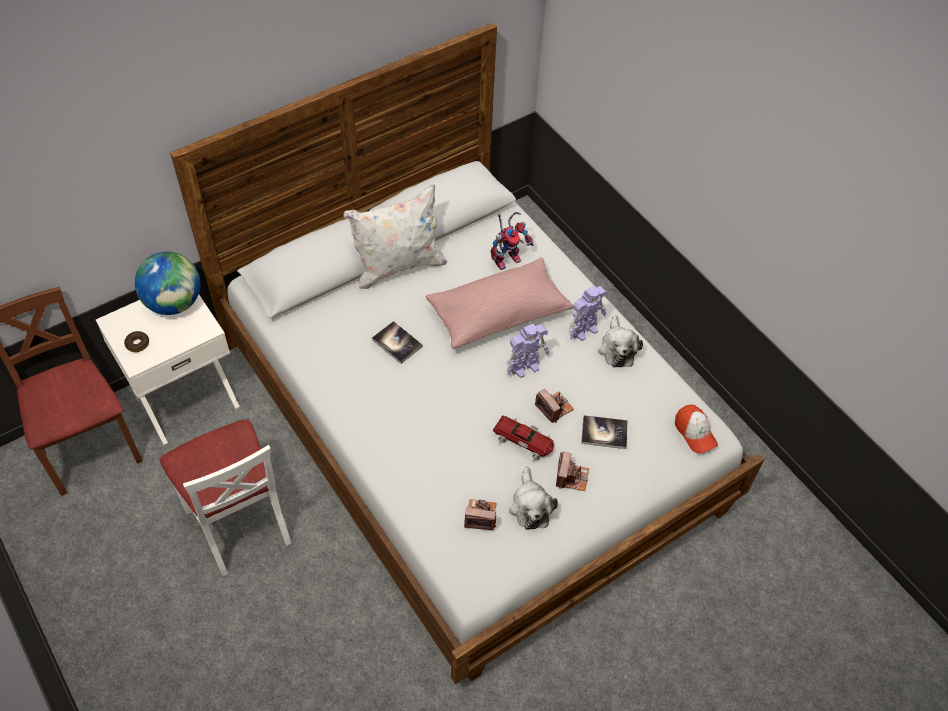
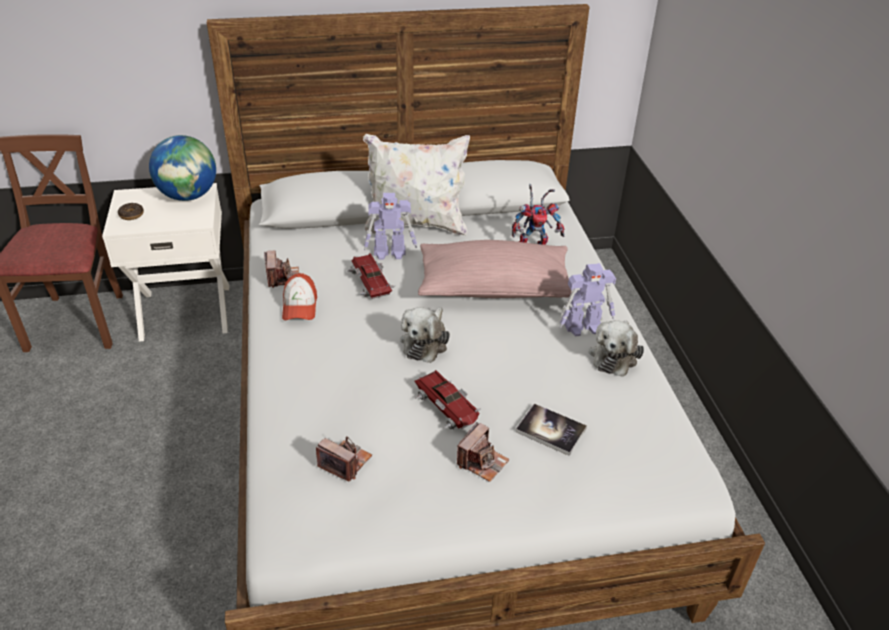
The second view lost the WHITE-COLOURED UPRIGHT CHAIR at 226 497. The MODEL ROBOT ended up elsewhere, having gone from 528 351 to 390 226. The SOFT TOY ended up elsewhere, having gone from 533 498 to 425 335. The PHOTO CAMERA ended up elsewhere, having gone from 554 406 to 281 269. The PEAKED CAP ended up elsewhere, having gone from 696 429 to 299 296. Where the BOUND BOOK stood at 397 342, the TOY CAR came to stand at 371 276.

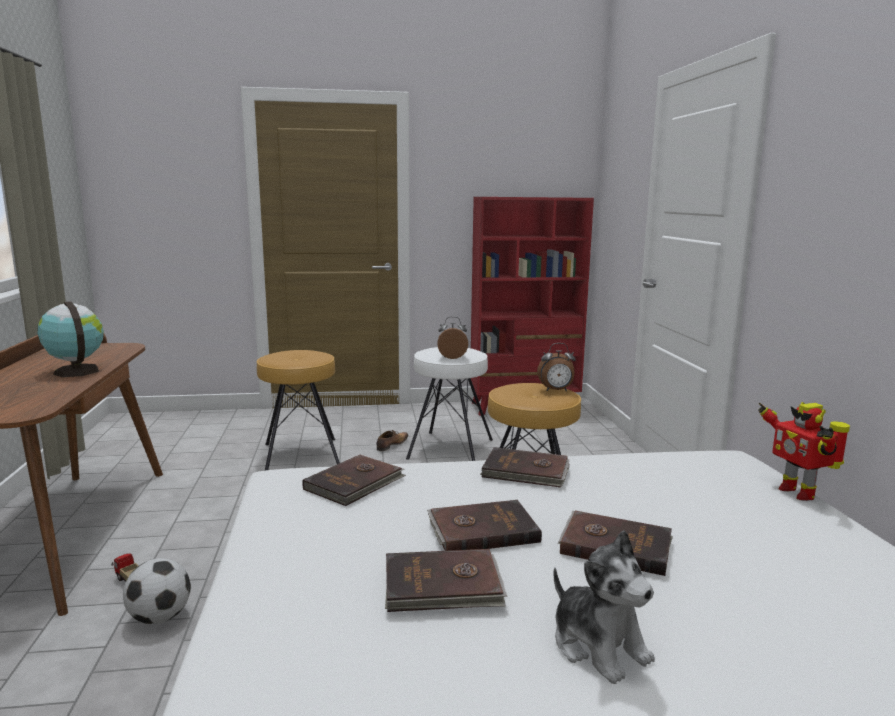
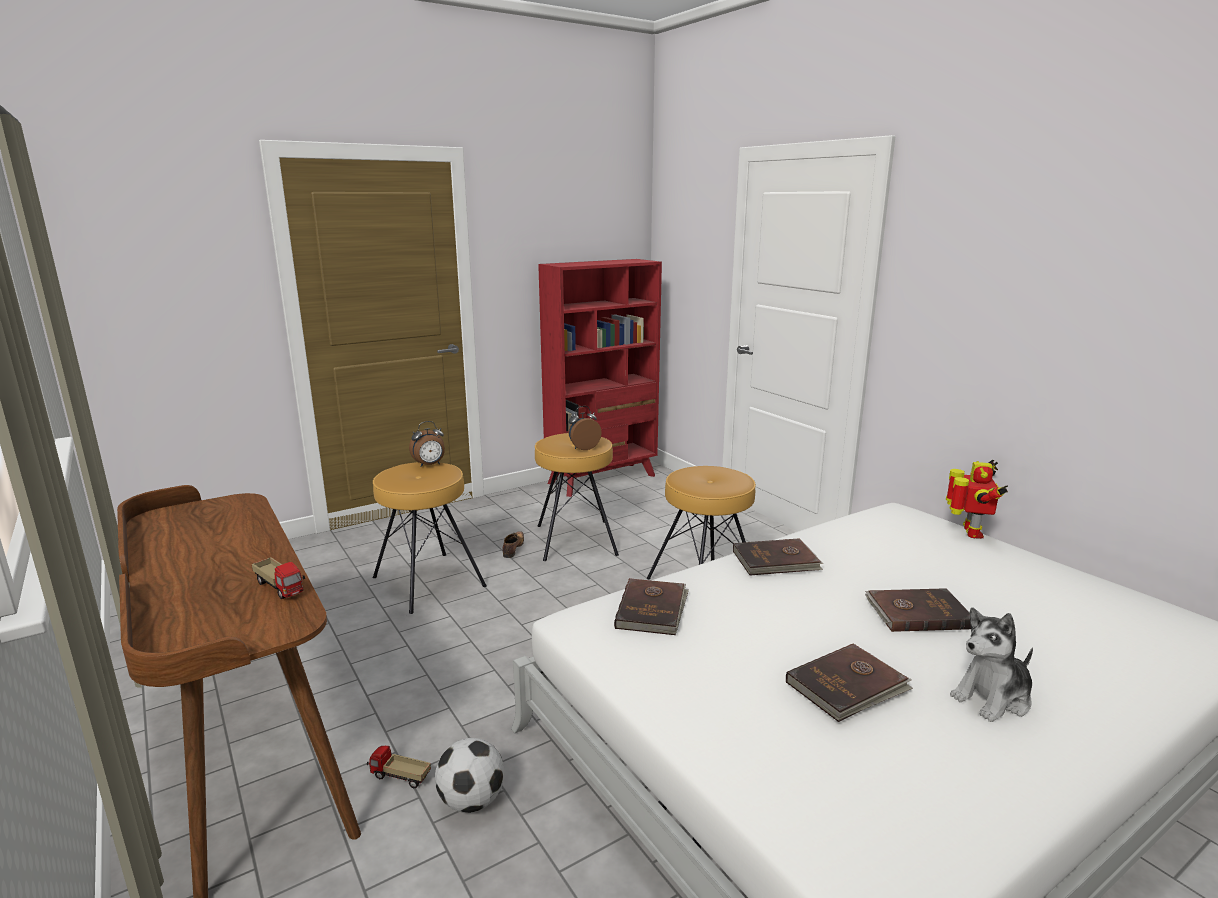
The second view lost the DESK GLOBE at 70 339. The second view lost the BROWN-COLOURED BOUND BOOK at 484 525. The second view gained the TOY TRUCK at 278 578. The TABLE CLOCK ended up elsewhere, having gone from 556 367 to 427 444. What was the WHITE-COLOURED STOOL at 449 404 turned into the BROWN-COLOURED STOOL at 577 497. The SOFT TOY at 604 607 ended up facing another way, 120 degrees clockwise from before. The MODEL ROBOT at 804 451 ended up facing another way, 120 degrees counterclockwise from before.

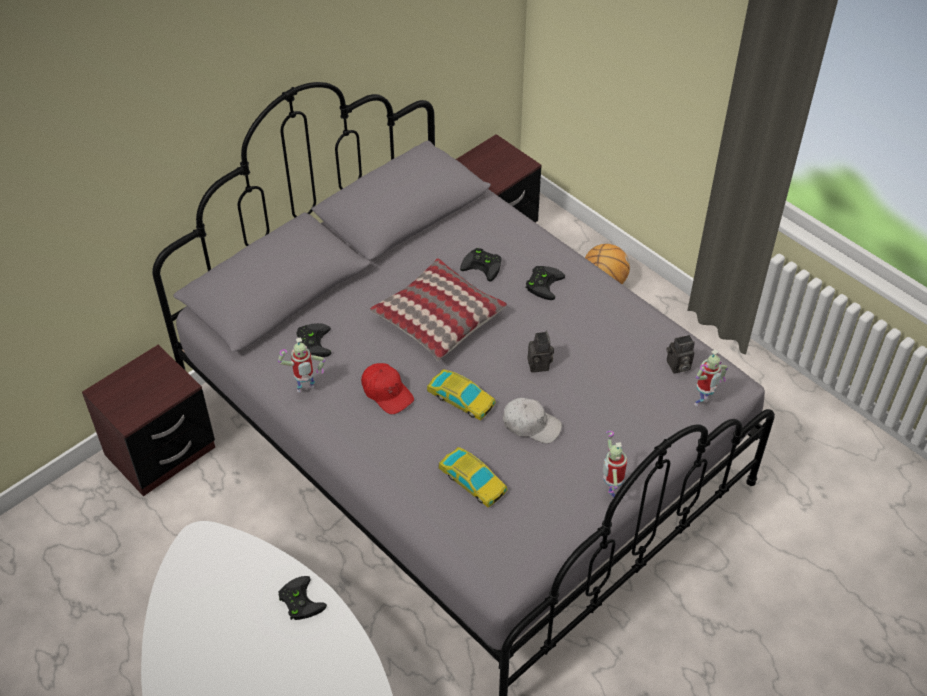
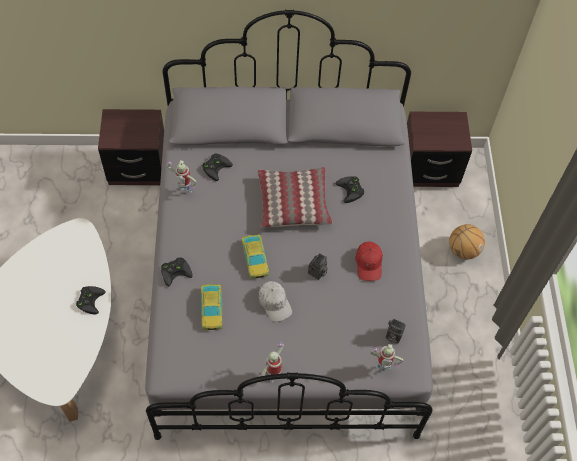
The RED PEAKED CAP ended up elsewhere, having gone from 387 388 to 369 261. The BLACK GAMEPAD ended up elsewhere, having gone from 545 283 to 177 272.

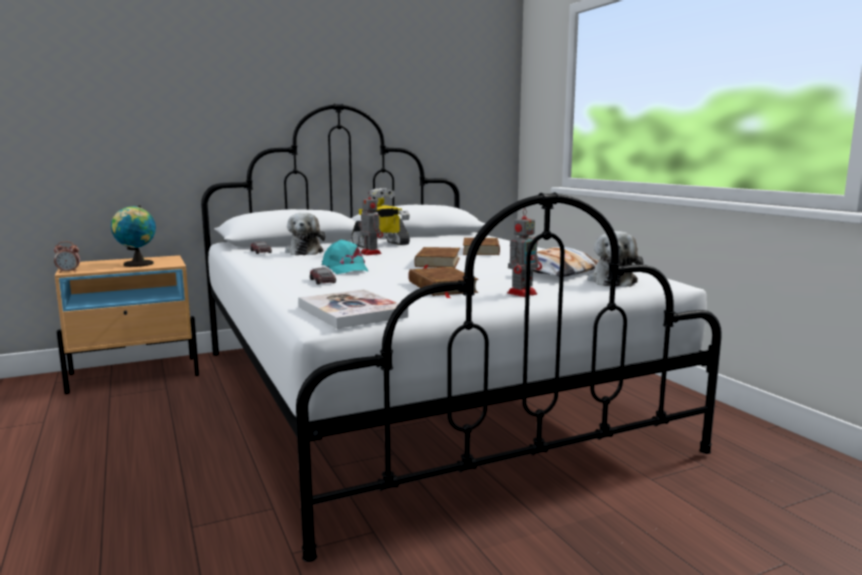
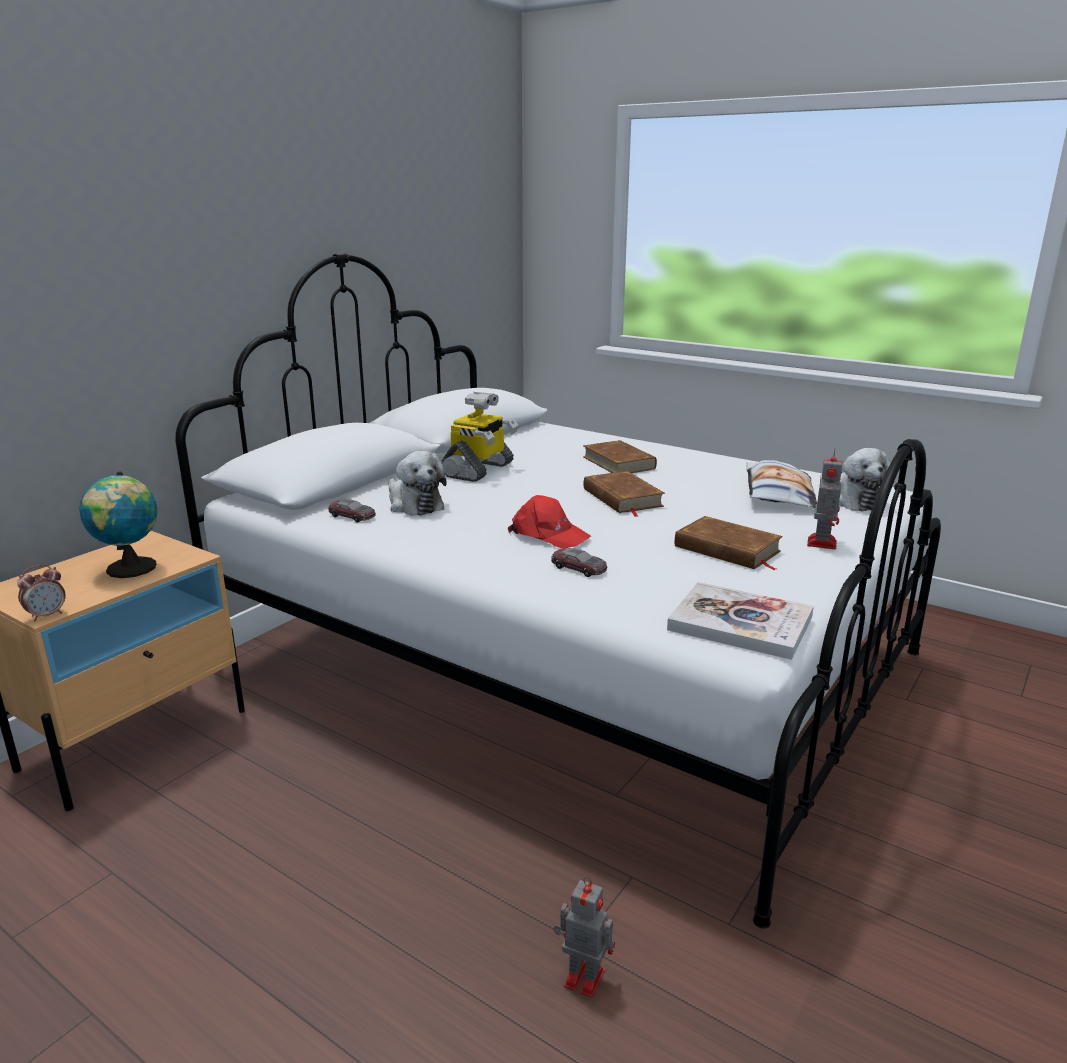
The MODEL ROBOT ended up elsewhere, having gone from 371 223 to 584 937. What was the TURQUOISE-COLOURED PEAKED CAP at 345 256 turned into the RED PEAKED CAP at 549 522.

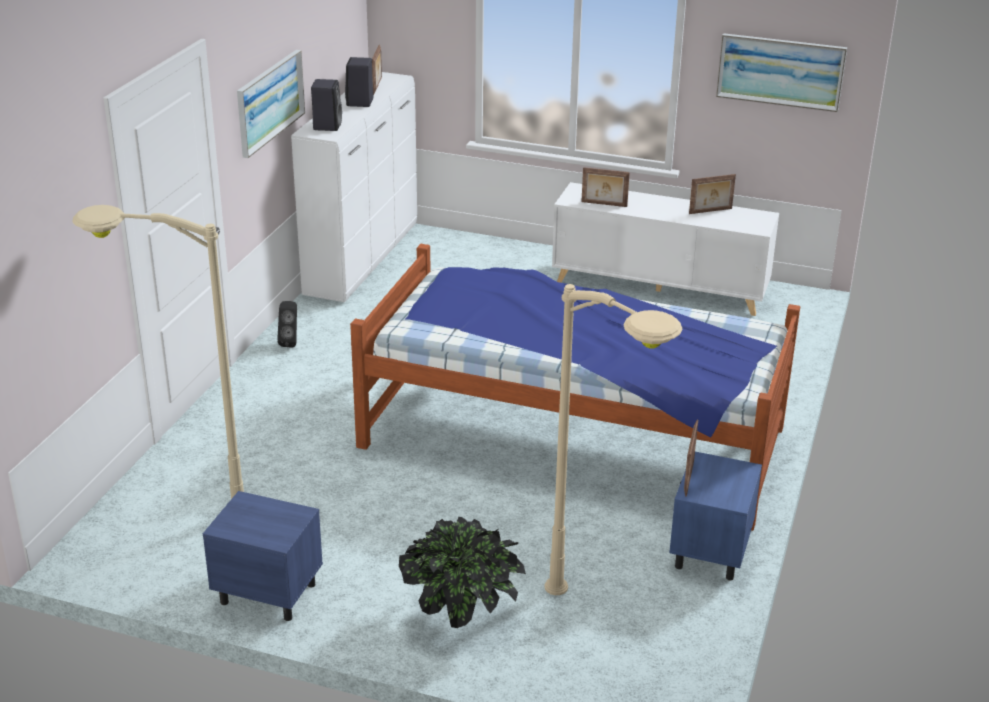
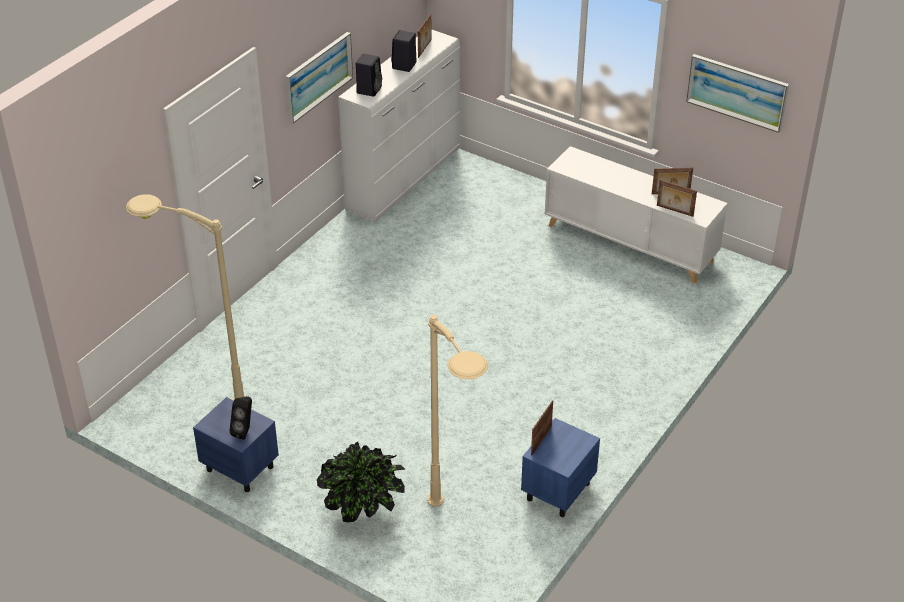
The second view lost the BED at 575 387. The BLACK AUDIO SPEAKER ended up elsewhere, having gone from 287 324 to 241 418. The STANDING FRAME ended up elsewhere, having gone from 605 187 to 677 198.

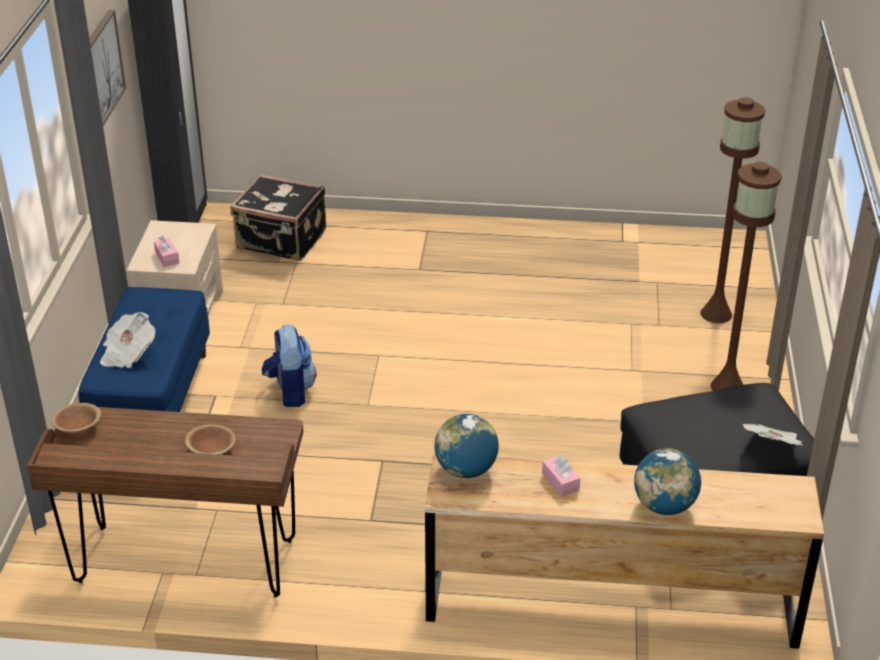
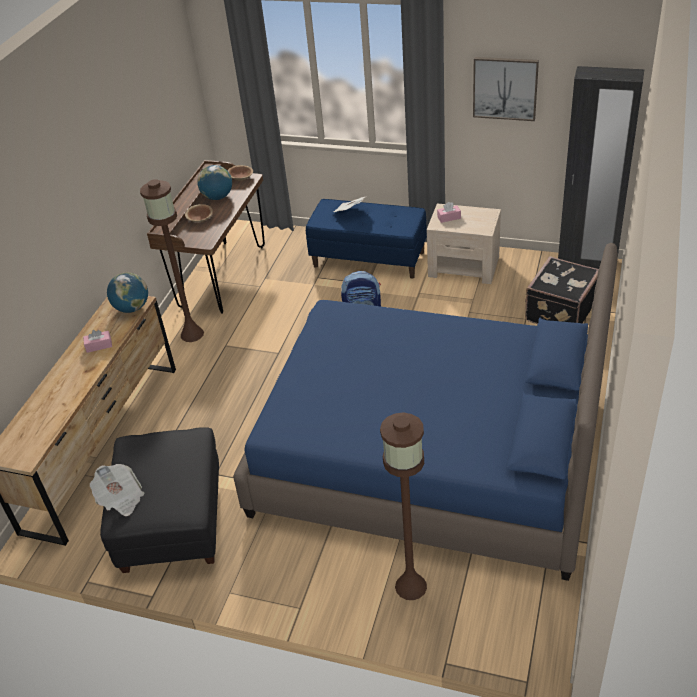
The second view gained the BLUE BED at 425 412. The DESK GLOBE ended up elsewhere, having gone from 667 482 to 214 182. The BROWN-COLOURED STANDING LAMP ended up elsewhere, having gone from 746 276 to 172 260.

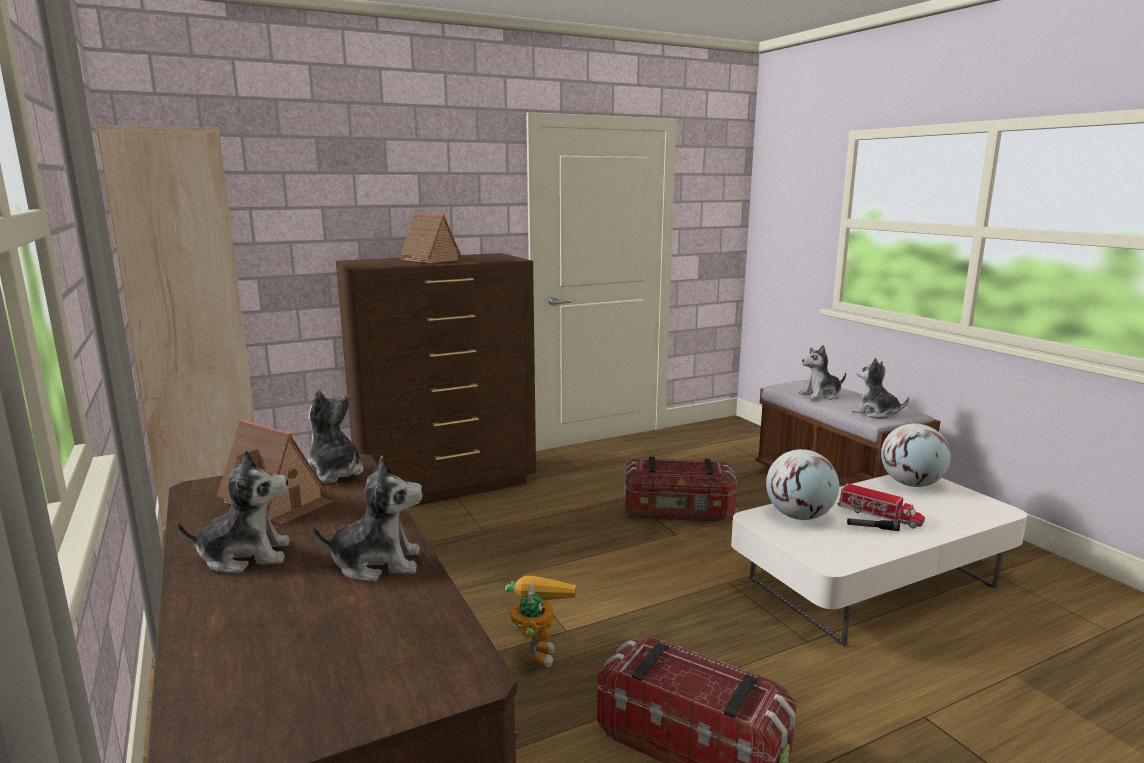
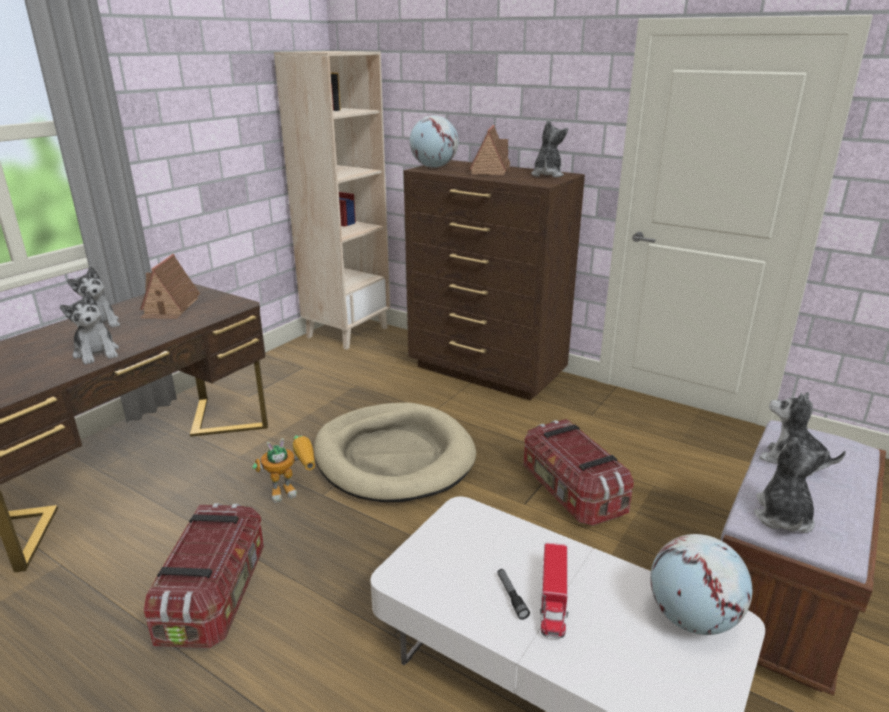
The second view gained the BEIGE-COLOURED PET BED at 395 452. The SOFT TOY ended up elsewhere, having gone from 336 437 to 549 149. The DESK GLOBE ended up elsewhere, having gone from 802 484 to 434 141.

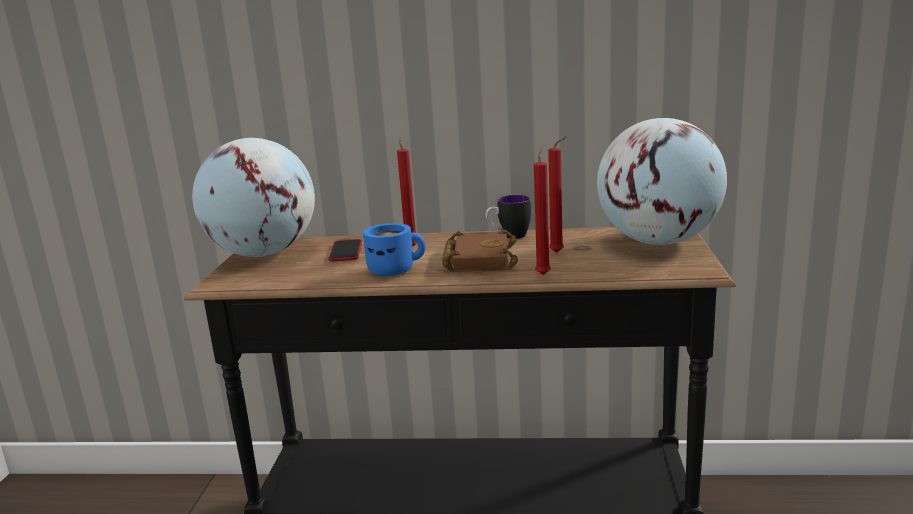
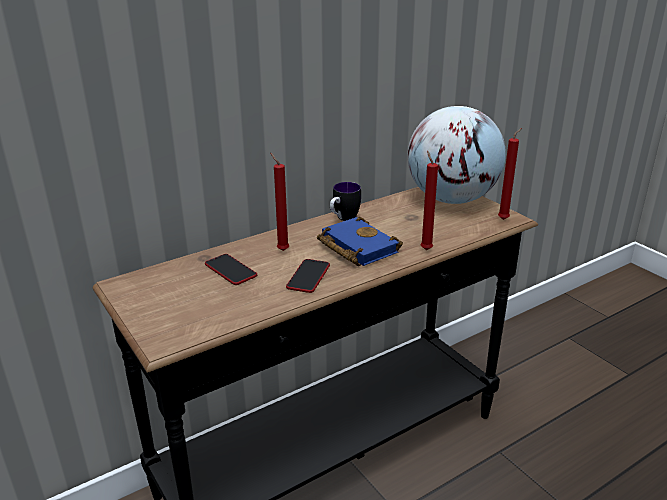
The second view lost the DESK GLOBE at 253 197. The RED CANDLE ended up elsewhere, having gone from 557 194 to 510 174. Where the BLUE TEA MUG stood at 394 249, the TELEPHONE came to stand at 308 276. What was the BROWN-COLOURED BOUND BOOK at 480 250 turned into the BLUE BOUND BOOK at 360 241.

